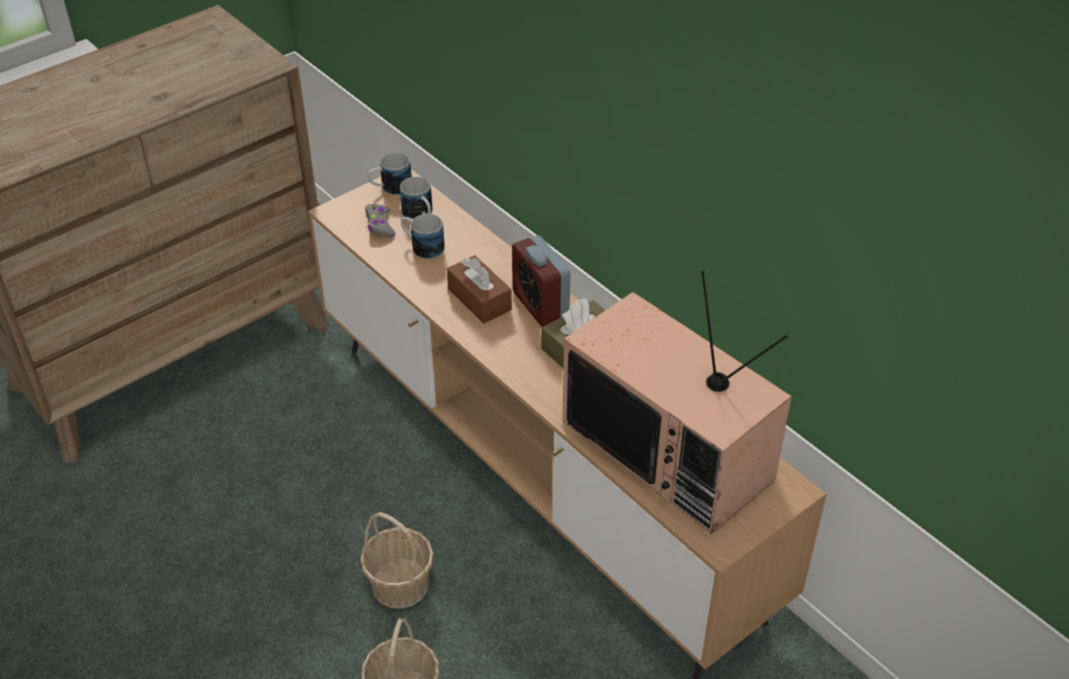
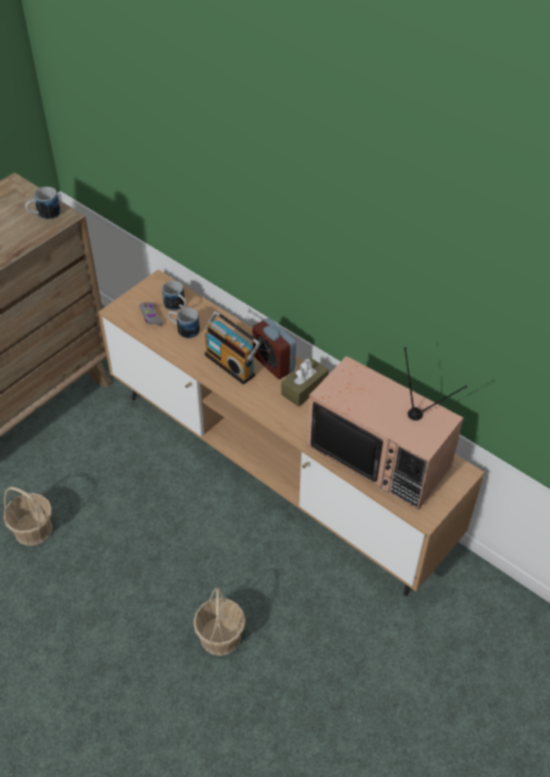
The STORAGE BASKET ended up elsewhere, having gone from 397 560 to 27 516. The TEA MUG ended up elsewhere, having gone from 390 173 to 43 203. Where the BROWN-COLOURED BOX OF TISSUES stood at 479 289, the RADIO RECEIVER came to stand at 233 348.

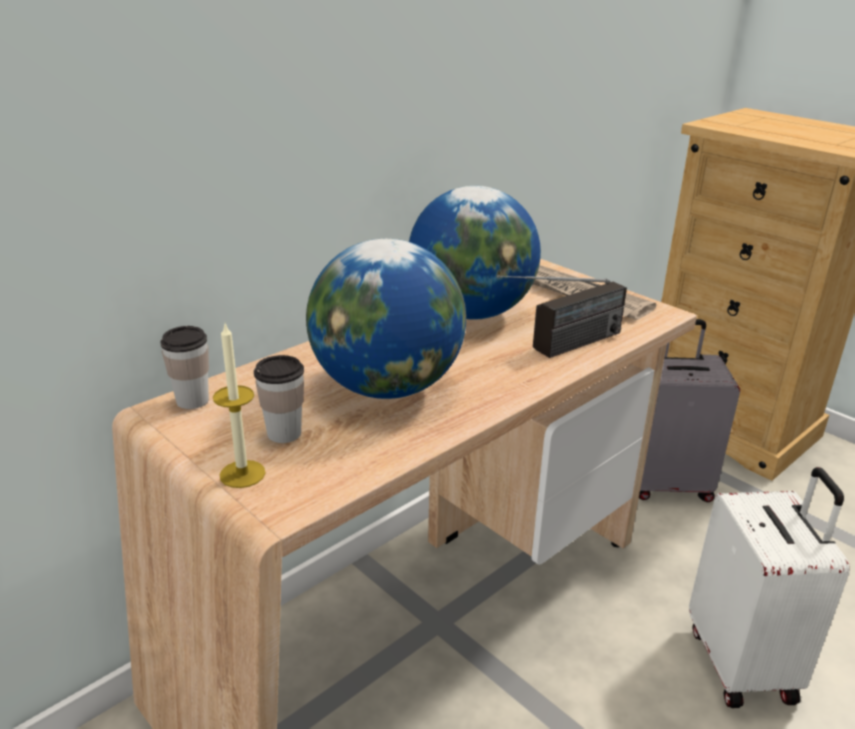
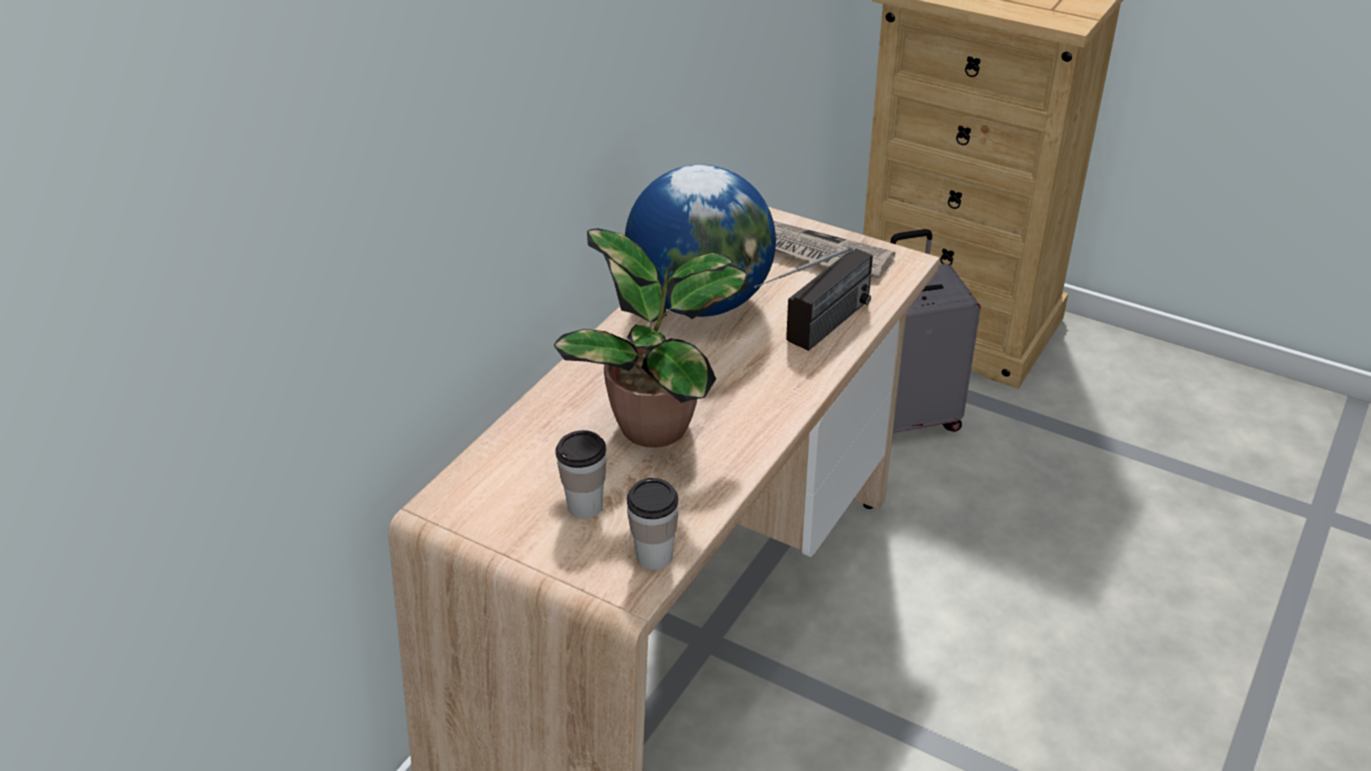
The second view lost the CANDLE at 239 406. The second view lost the WHITE-COLOURED SUITCASE at 769 587. The SMALL CUP ended up elsewhere, having gone from 184 367 to 653 524. Where the DESK GLOBE stood at 386 319, the POTTED PLANT came to stand at 651 338.

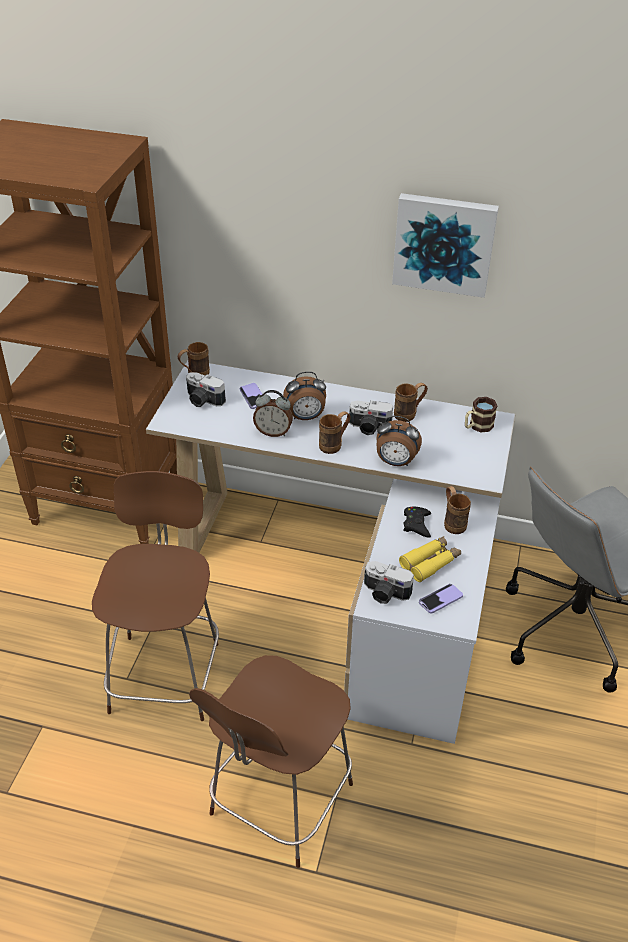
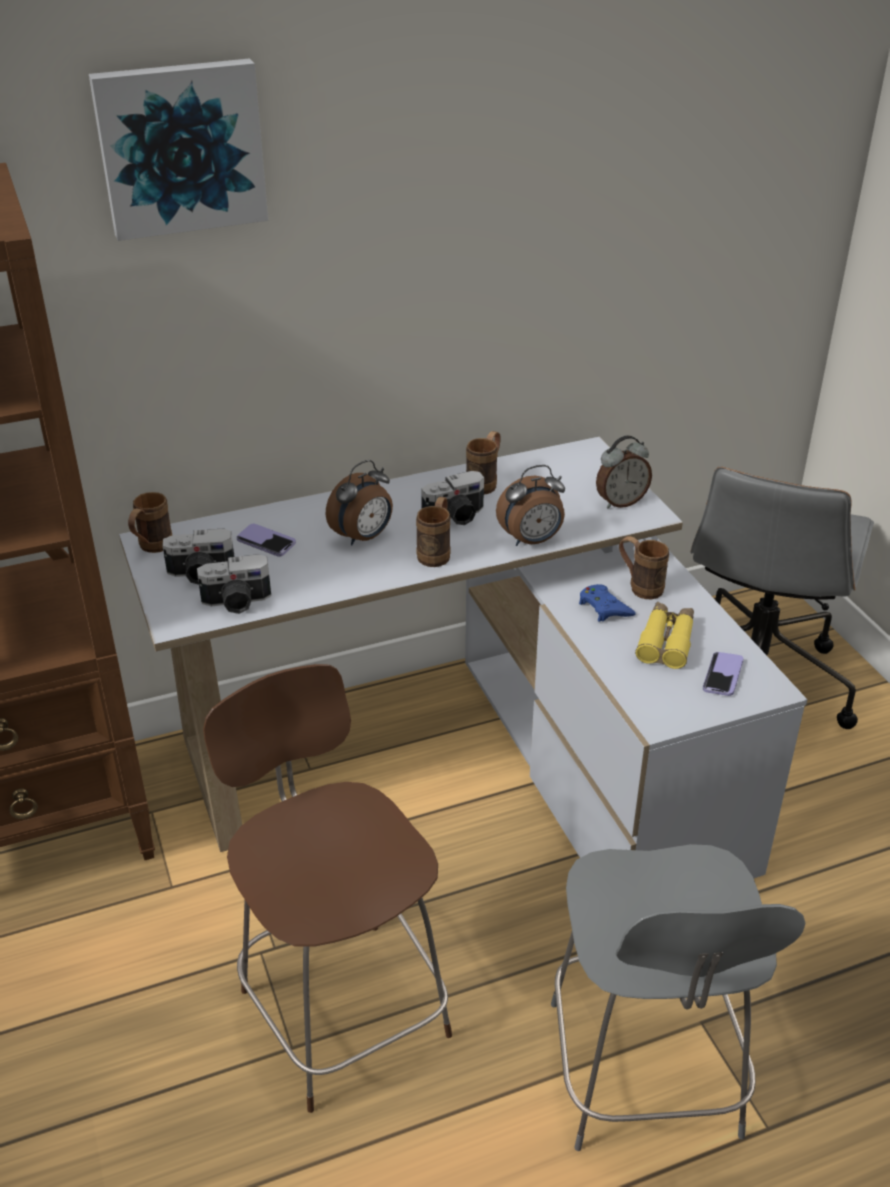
The second view lost the TEA MUG at 481 415. The TABLE CLOCK ended up elsewhere, having gone from 273 413 to 624 472. The PHOTO CAMERA ended up elsewhere, having gone from 389 582 to 234 584. The PICTURE ended up elsewhere, having gone from 445 245 to 178 149. What was the BROWN-COLOURED UPRIGHT CHAIR at 271 761 turned into the GREYISH UPRIGHT CHAIR at 678 997. What was the BLACK GAMEPAD at 417 522 turned into the BLUE GAMEPAD at 607 603.

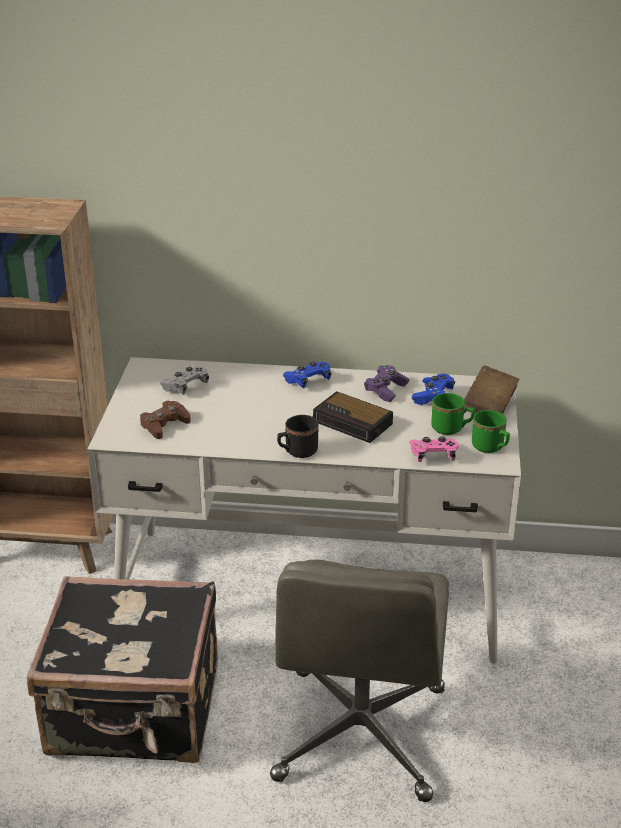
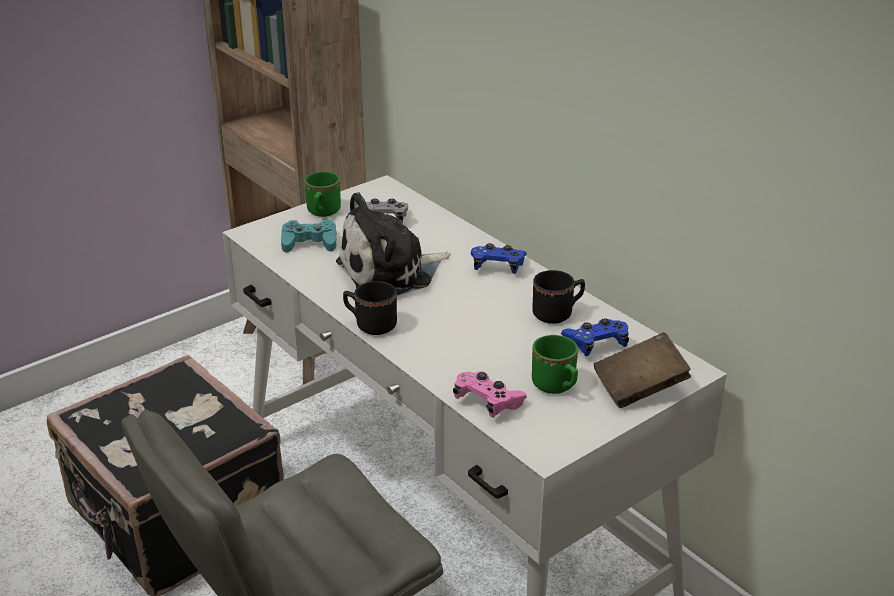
The second view lost the TABLE CLOCK at 353 417. The second view gained the SOFT TOY at 393 243. The GREEN-COLOURED TEA MUG ended up elsewhere, having gone from 491 431 to 323 194. Where the PURPLE GAMEPAD stood at 386 383, the BLACK TEA MUG came to stand at 558 297. What was the BROWN-COLOURED GAMEPAD at 165 419 turned into the TURQUOISE-COLOURED GAMEPAD at 308 236.

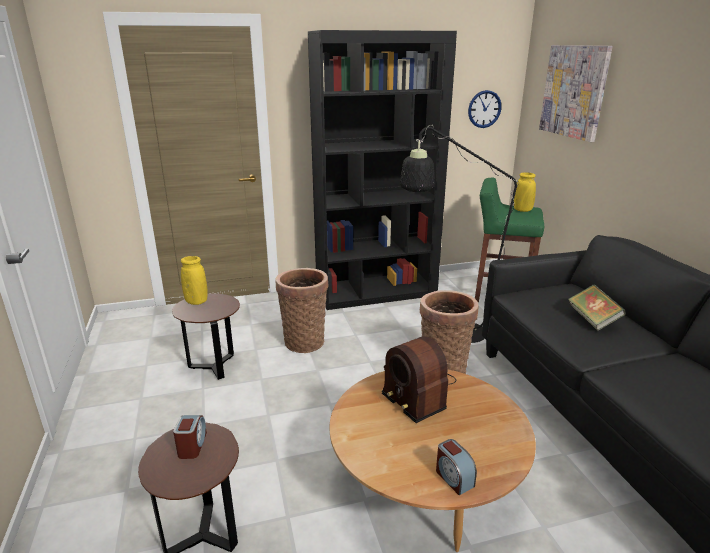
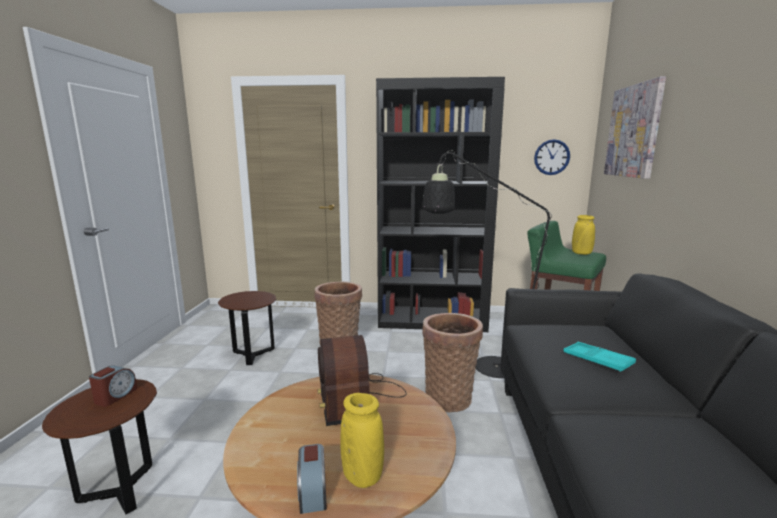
The YELLOW FLOWER VASE ended up elsewhere, having gone from 194 280 to 362 440. Where the BOUND BOOK stood at 597 307, the TURQUOISE-COLOURED CARRYING TRAY came to stand at 599 357.

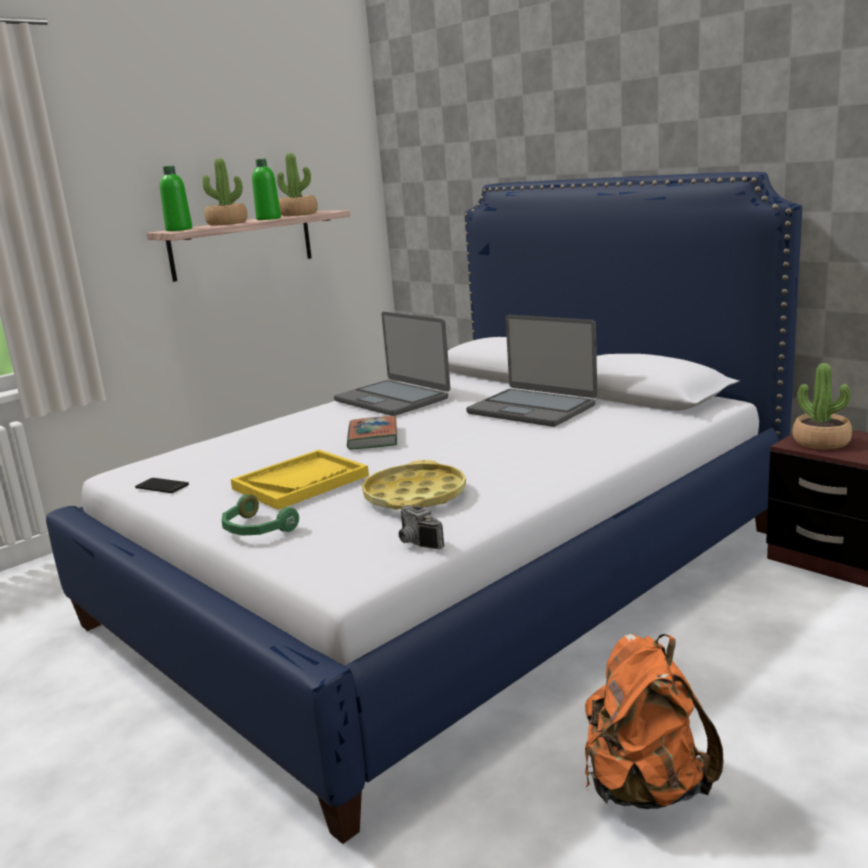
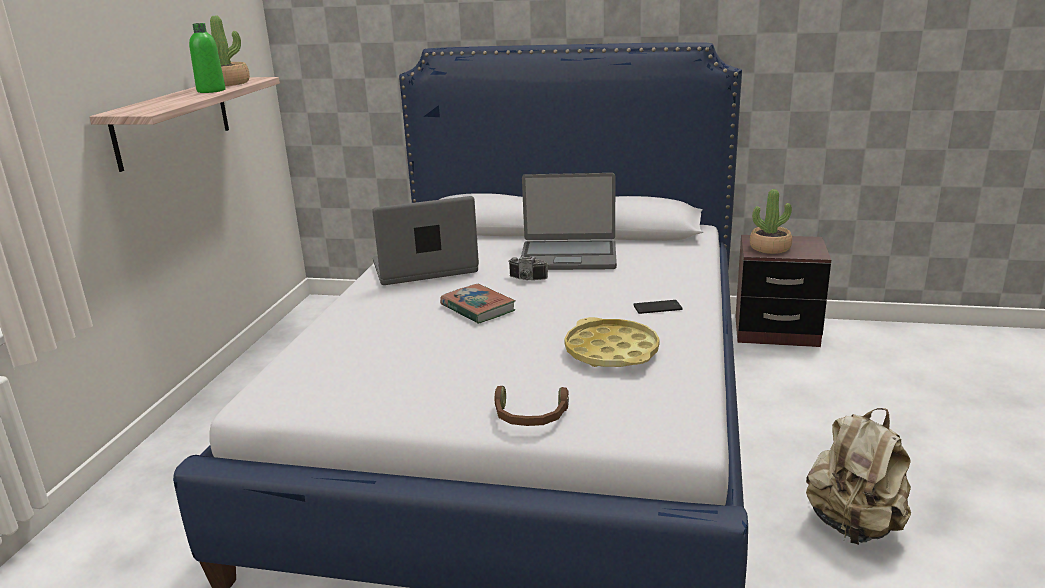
The second view lost the GREEN-COLOURED BEVERAGE BOTTLE at 176 198. The second view lost the POTTED PLANT at 225 192. The second view lost the YELLOW CARRYING TRAY at 300 480. The TELEPHONE ended up elsewhere, having gone from 162 485 to 658 307. The PHOTO CAMERA ended up elsewhere, having gone from 421 527 to 528 268. What was the GREEN-COLOURED HEADPHONES at 260 515 turned into the BROWN-COLOURED HEADPHONES at 531 406. What was the ORANGE RUCKSACK at 654 721 turned into the BEIGE-COLOURED RUCKSACK at 858 476. The PORTABLE COMPUTER at 392 364 ended up facing another way, 150 degrees clockwise from before.

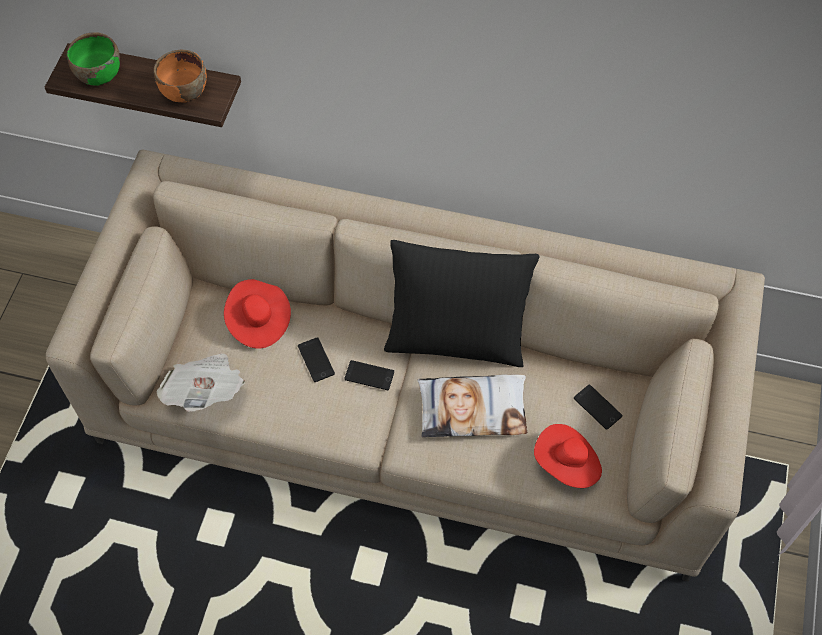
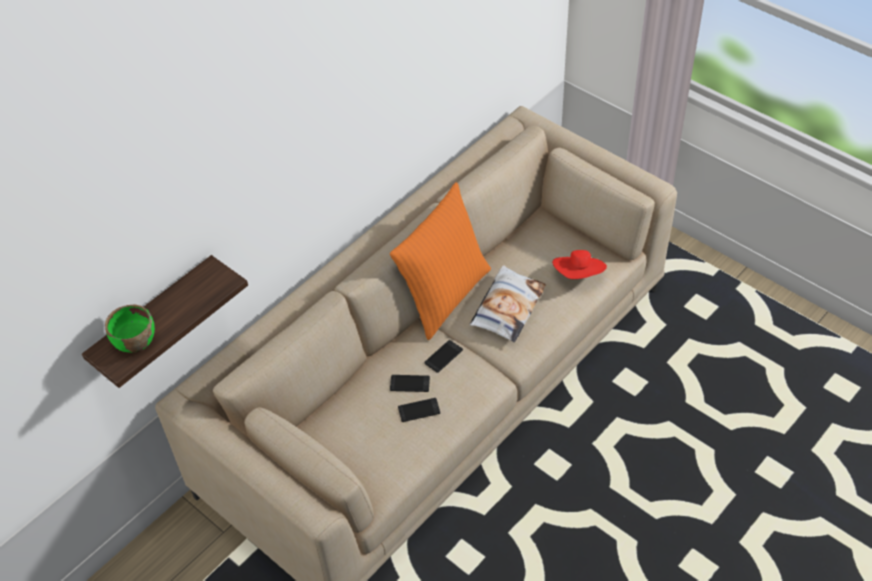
The second view lost the ORANGE DEEP DISH at 180 76. The second view lost the PRINTED PAPER at 200 382. The second view lost the RED CLOTHING HAT at 257 314. The TELEPHONE ended up elsewhere, having gone from 598 407 to 419 410. What was the BLACK PILLOW at 462 303 turned into the ORANGE PILLOW at 440 261.

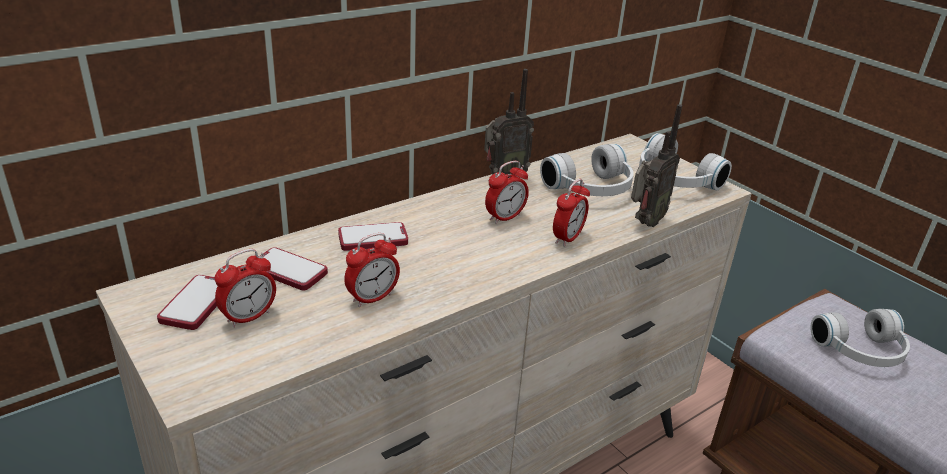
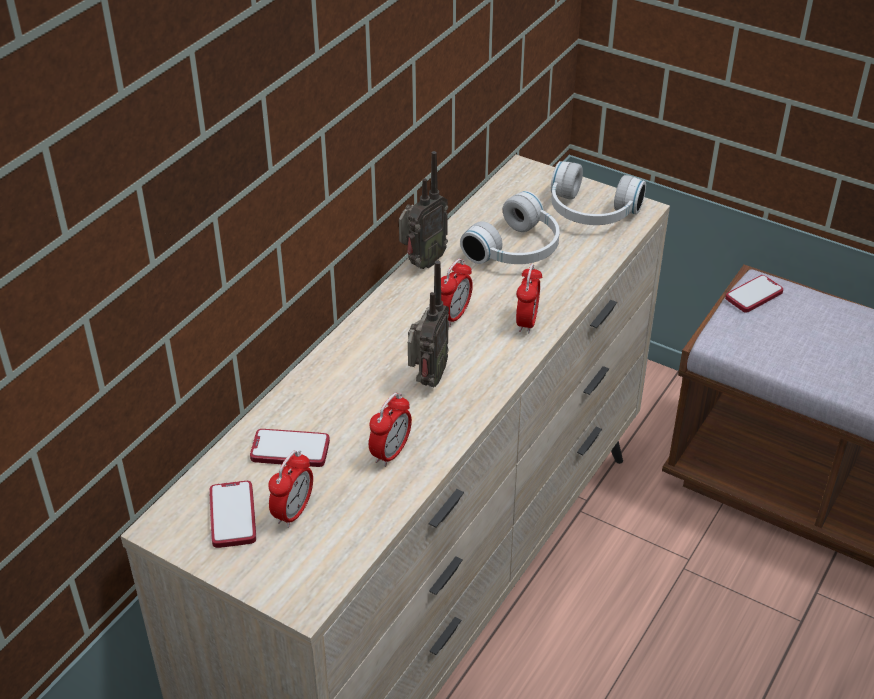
The second view lost the WHITE-COLOURED HEADPHONES at 860 338. The TELEPHONE ended up elsewhere, having gone from 373 236 to 754 294. The RADIO RECEIVER ended up elsewhere, having gone from 656 165 to 428 324.

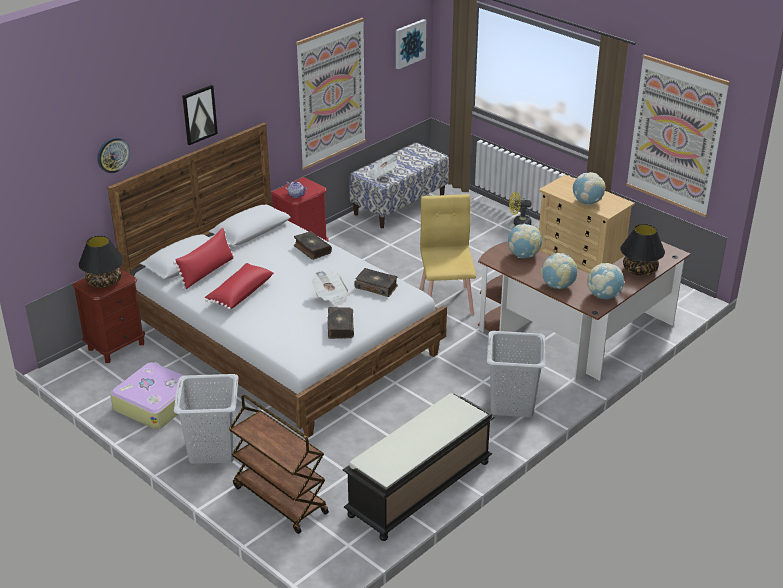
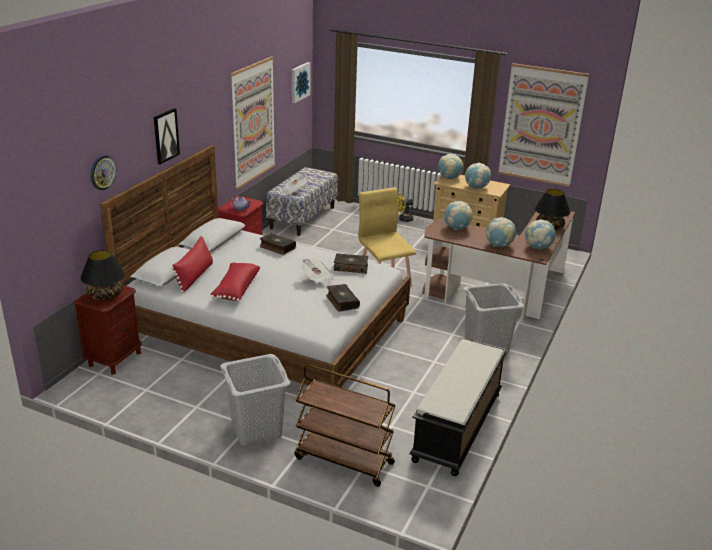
The second view lost the SUITCASE at 151 395. The second view gained the DESK GLOBE at 450 166.

